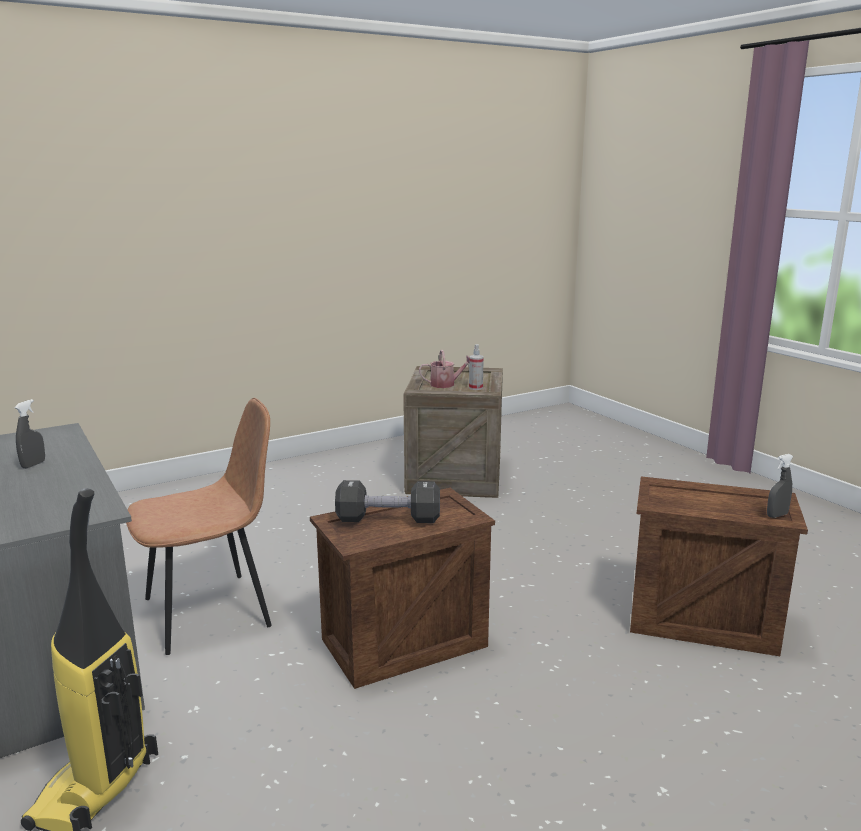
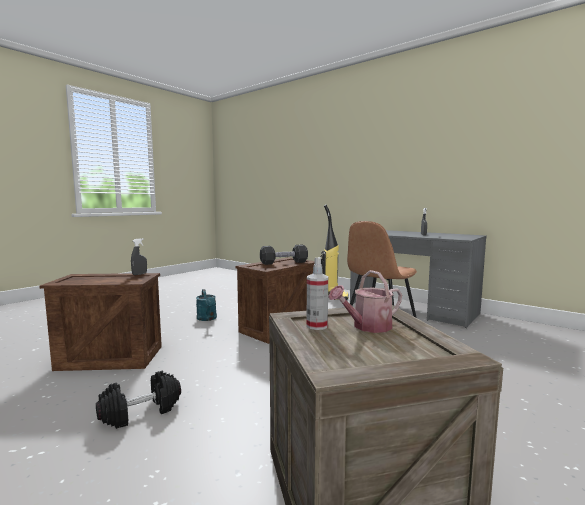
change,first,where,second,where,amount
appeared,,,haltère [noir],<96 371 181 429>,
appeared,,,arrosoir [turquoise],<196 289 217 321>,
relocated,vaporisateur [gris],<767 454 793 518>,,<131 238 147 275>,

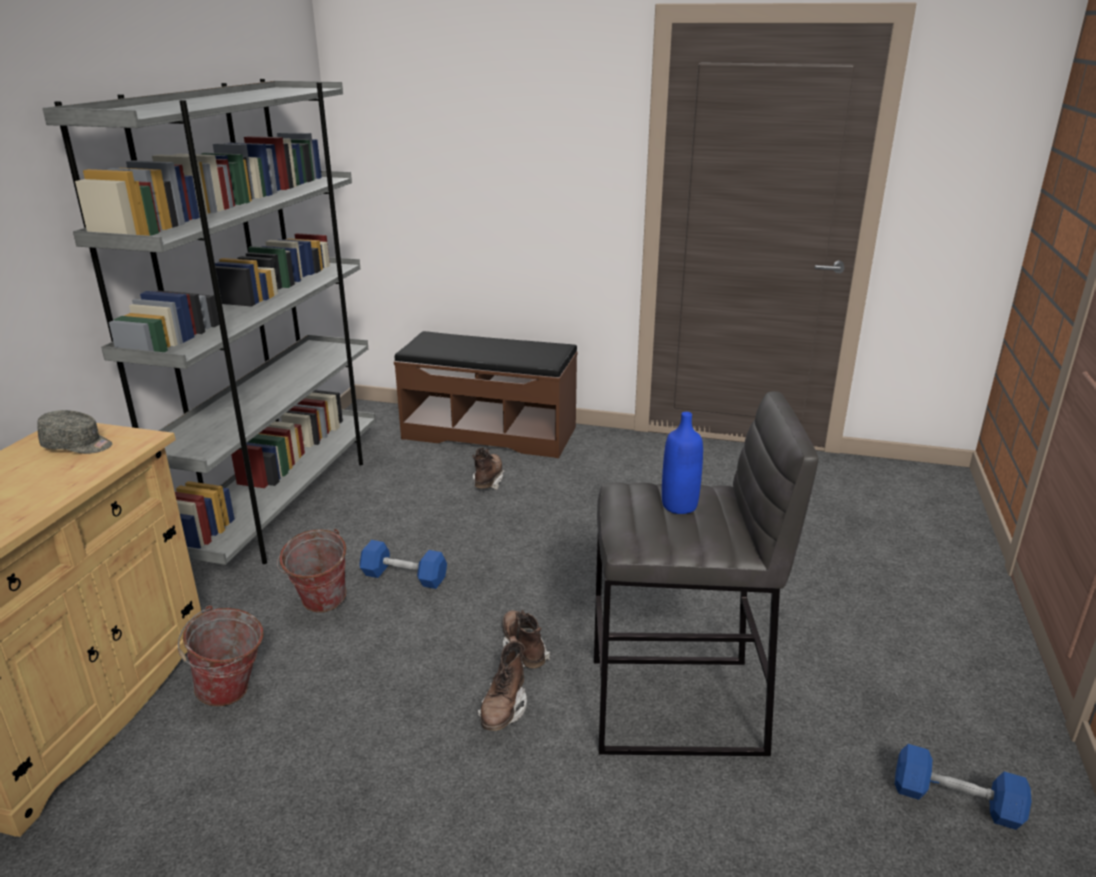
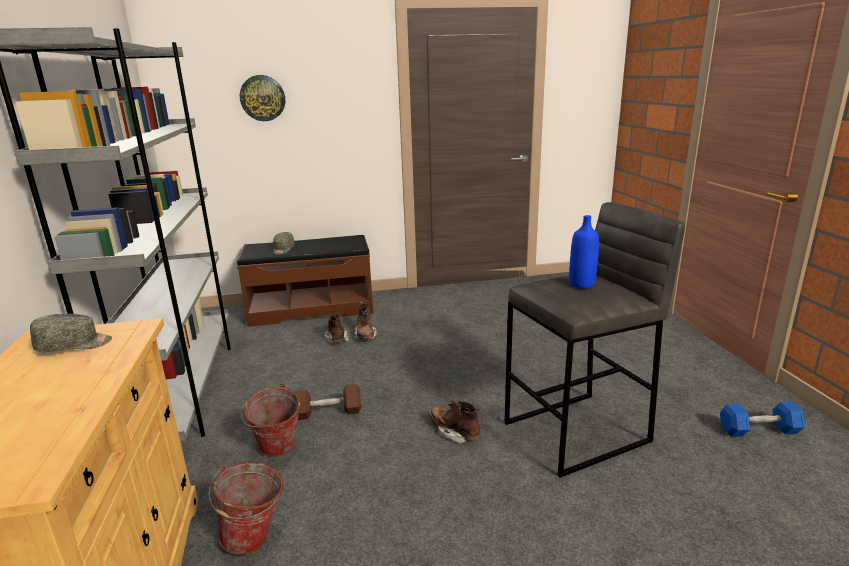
change,first,where,second,where,amount
appeared,,,horloge murale,<240 75 285 121>,
appeared,,,casquette [gris],<273 232 295 254>,
relocated,botte [marron],<477 636 527 731>,,<354 301 377 340>,
colour,haltère [bleu],<360 540 447 589>,haltère [marron],<295 384 361 420>,

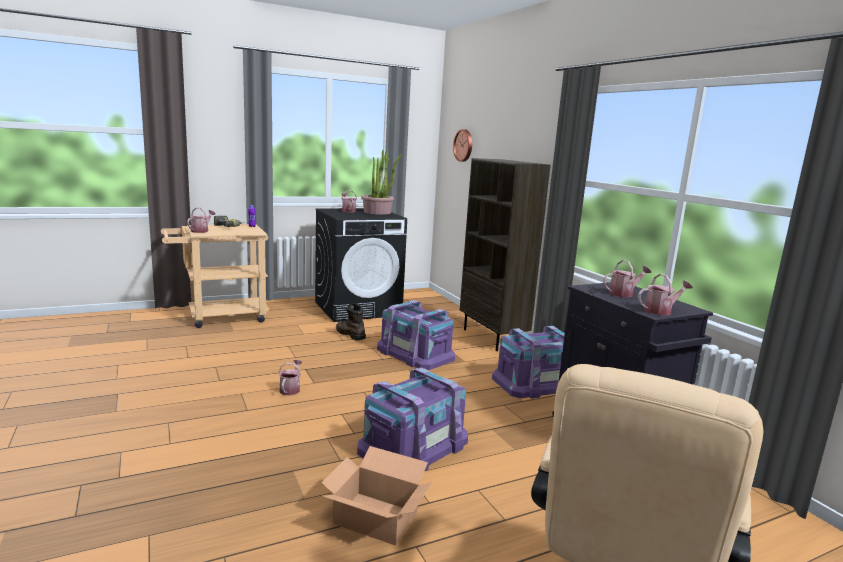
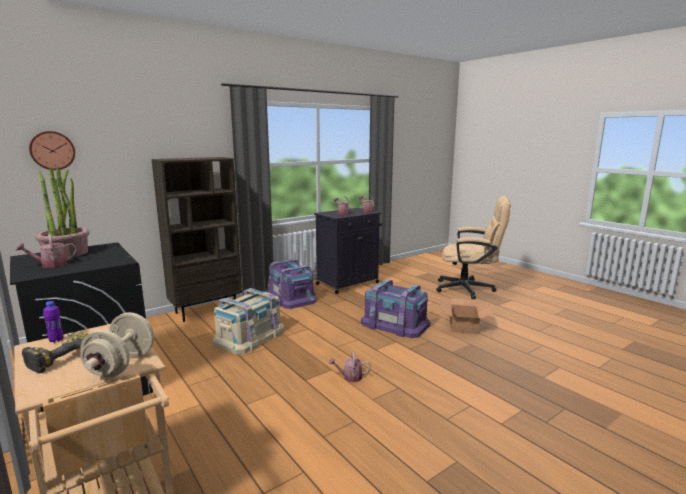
change,first,where,second,where,amount
missing,botte [marron],<336 303 366 341>,,,
exchanged,arrosoir,<187 207 215 233>,haltère [beige],<80 312 154 378>,
colour,boîte de rangement [violet],<377 300 455 370>,boîte de rangement [beige],<213 288 284 355>,

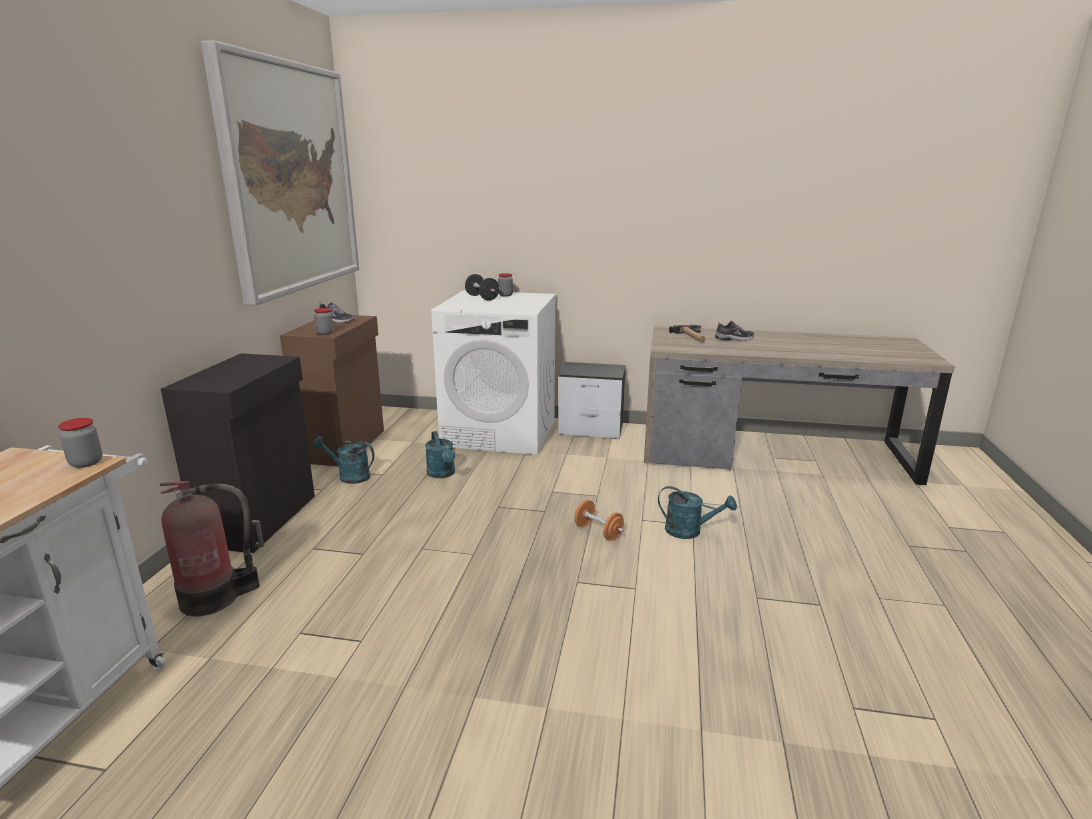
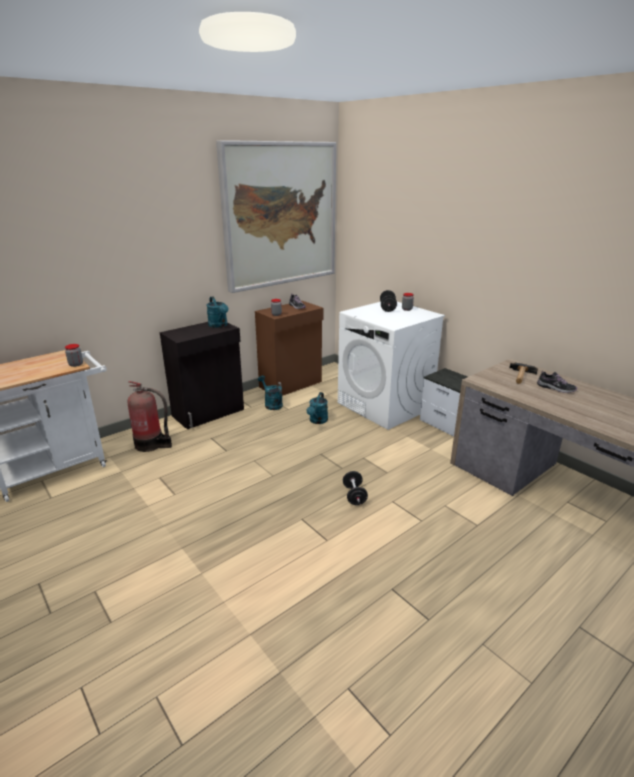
change,first,where,second,where,amount
relocated,arrosoir [turquoise],<658 486 737 539>,,<206 296 228 328>,
colour,haltère [orange],<575 500 624 541>,haltère [noir],<343 471 368 505>,

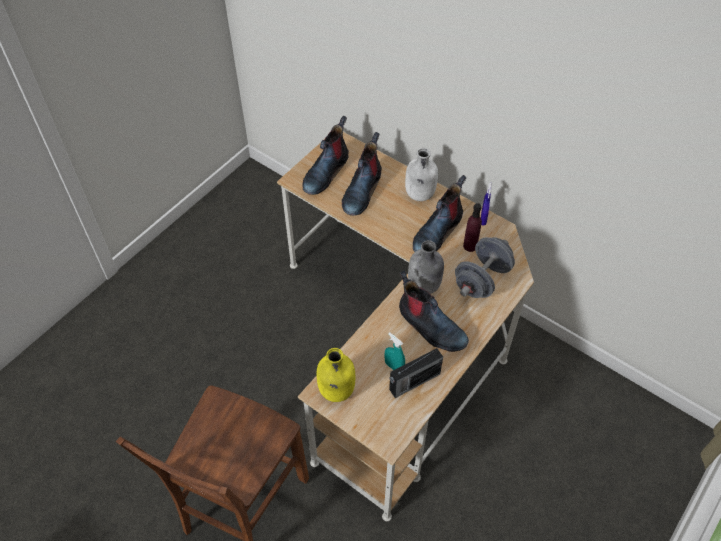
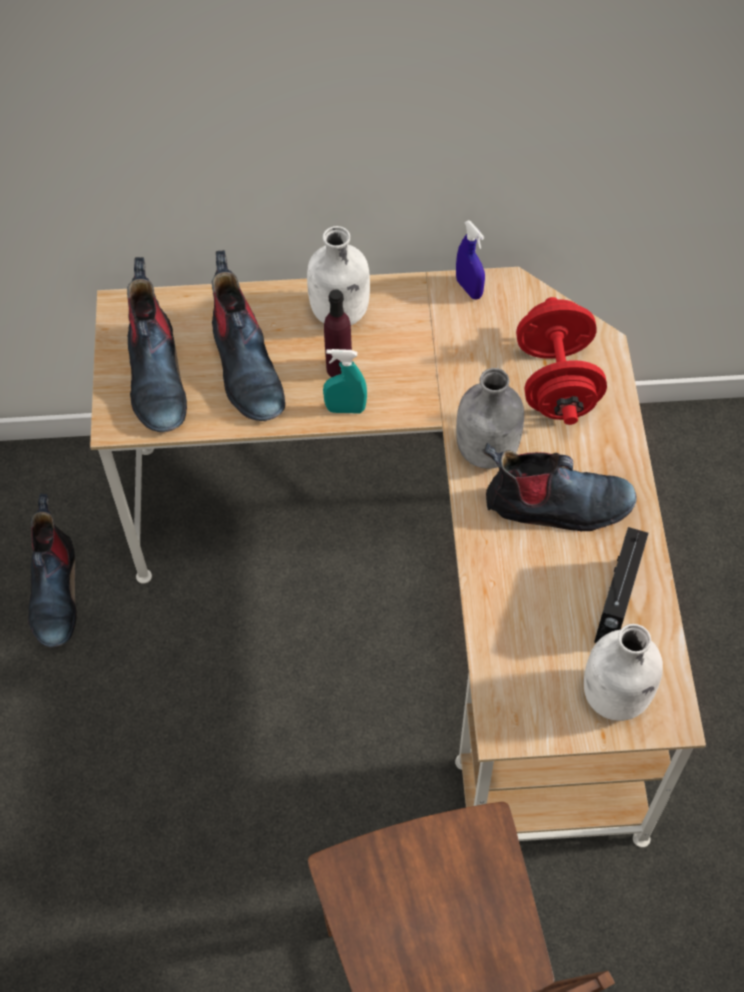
change,first,where,second,where,amount
missing,bouteille [jaune],<317 348 355 402>,,,
appeared,,,bouteille [blanc],<584 624 663 721>,
relocated,vaporisateur [turquoise],<384 332 405 370>,,<323 349 367 414>,
relocated,botte,<413 175 466 252>,,<28 493 76 647>,
relocated,bouteille [violet],<463 203 482 252>,,<324 289 352 377>,
colour,haltère [gris],<455 237 515 298>,haltère [rouge],<516 297 607 425>,

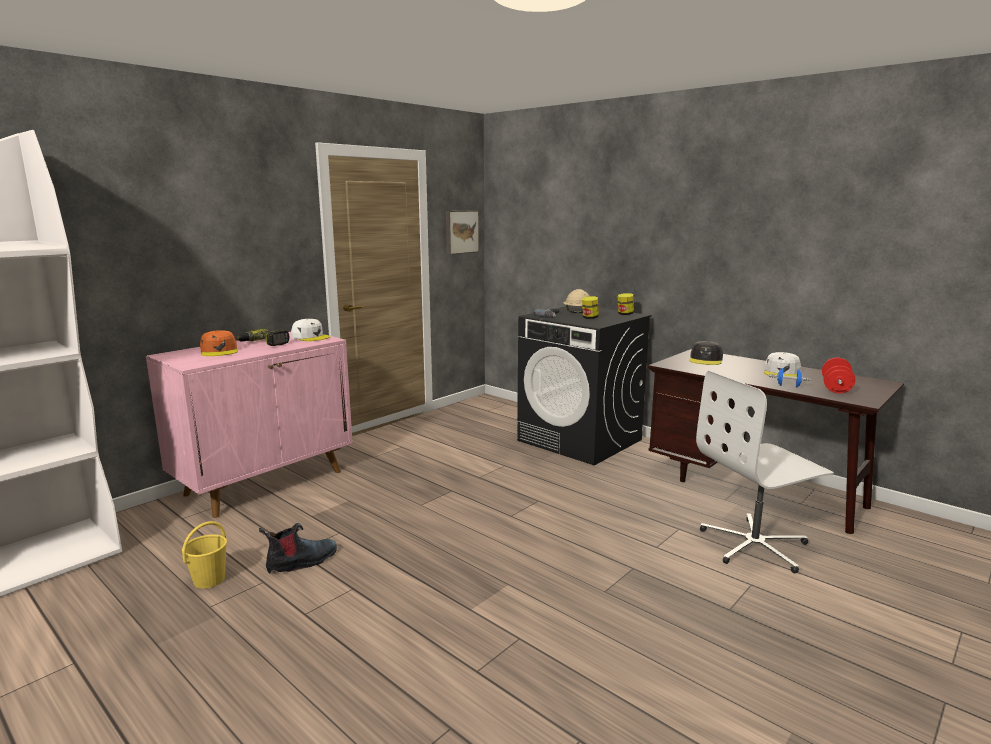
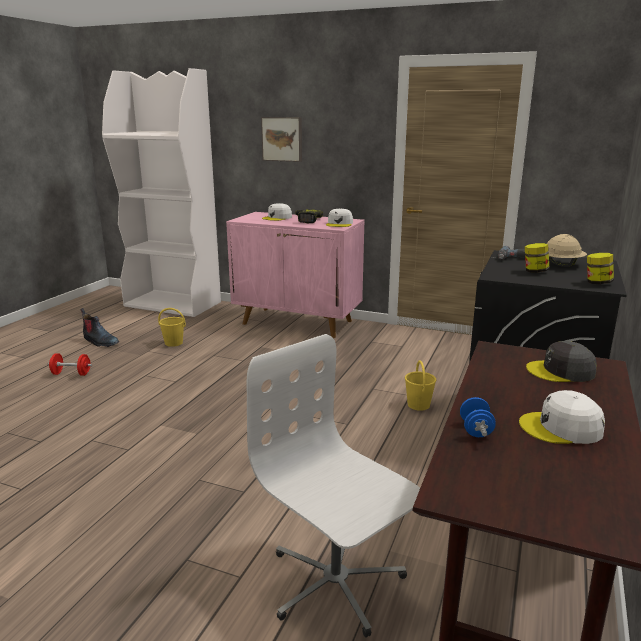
change,first,where,second,where,amount
appeared,,,seau [jaune],<405 360 436 411>,
relocated,botte,<259 523 337 574>,,<80 308 119 347>,
relocated,tableau,<446 210 479 255>,,<261 117 302 162>,
relocated,haltère [rouge],<822 358 856 393>,,<48 353 92 376>,
colour,casquette [orange],<200 330 238 356>,casquette [blanc],<262 203 292 221>,

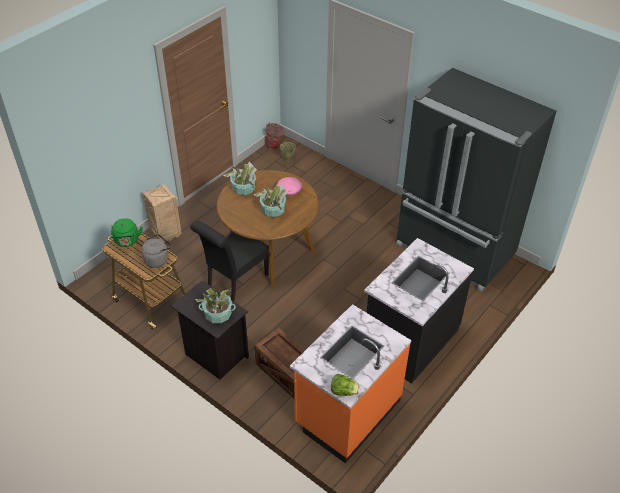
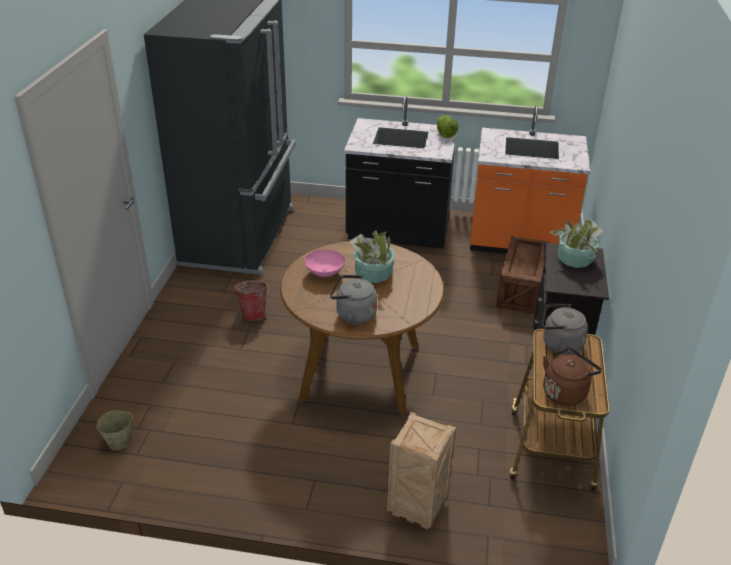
change,first,where,second,where,amount
missing,chaise [noir],<190 221 269 301>,,,
relocated,seau,<264 122 285 149>,,<234 278 270 321>,
relocated,laitue,<331 374 360 396>,,<437 115 458 138>,
exchanged,plante en pot,<223 162 257 196>,bouilloire [gris],<330 275 377 324>,
colour,bouilloire [vert],<111 218 143 247>,bouilloire [marron],<543 348 602 406>,

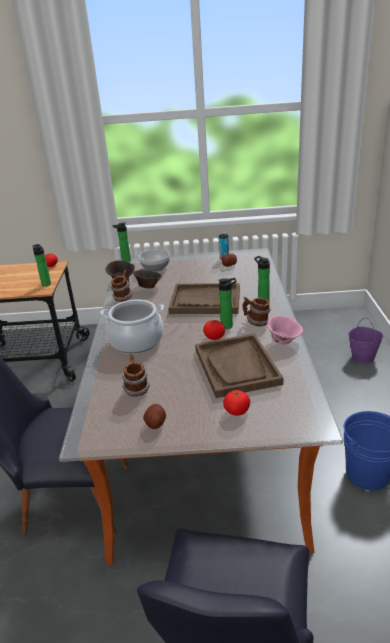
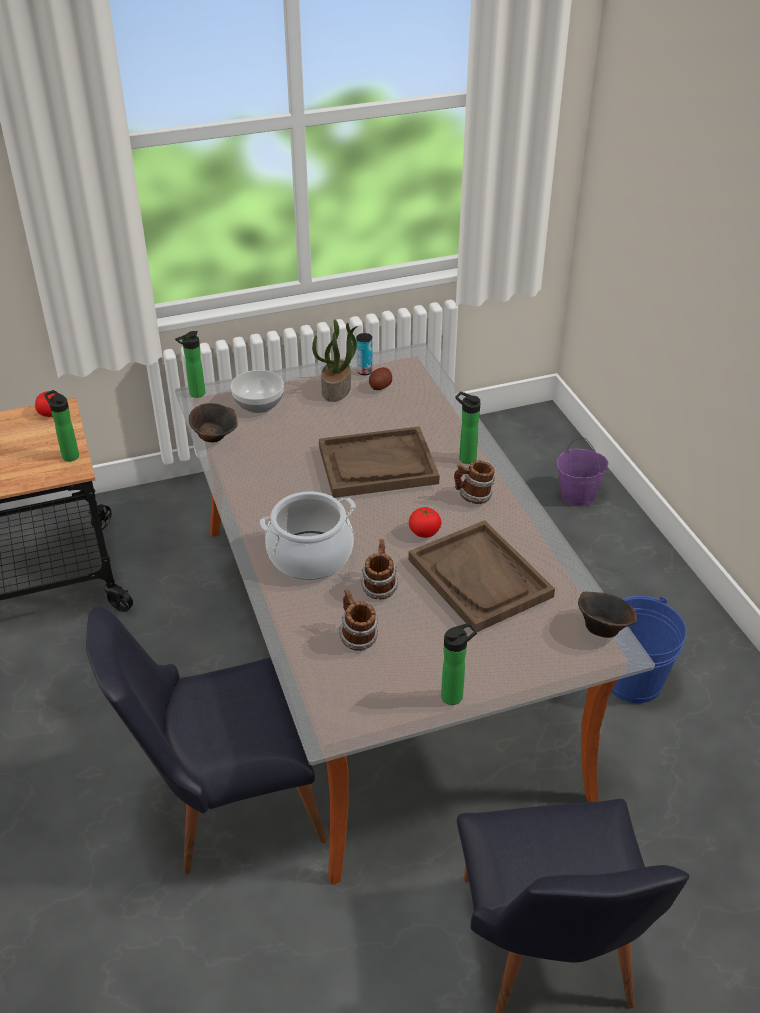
change,first,where,second,where,amount
missing,pomme de terre,<143 404 166 429>,,,
missing,tomate,<223 390 250 416>,,,
missing,bol [rose],<267 316 303 344>,,,
appeared,,,plante en pot,<312 319 358 402>,
relocated,mug,<111 270 132 302>,,<361 539 398 599>,
relocated,bol [marron],<133 269 162 288>,,<578 592 637 638>,
relocated,bouteille,<218 278 237 329>,,<441 623 477 705>,

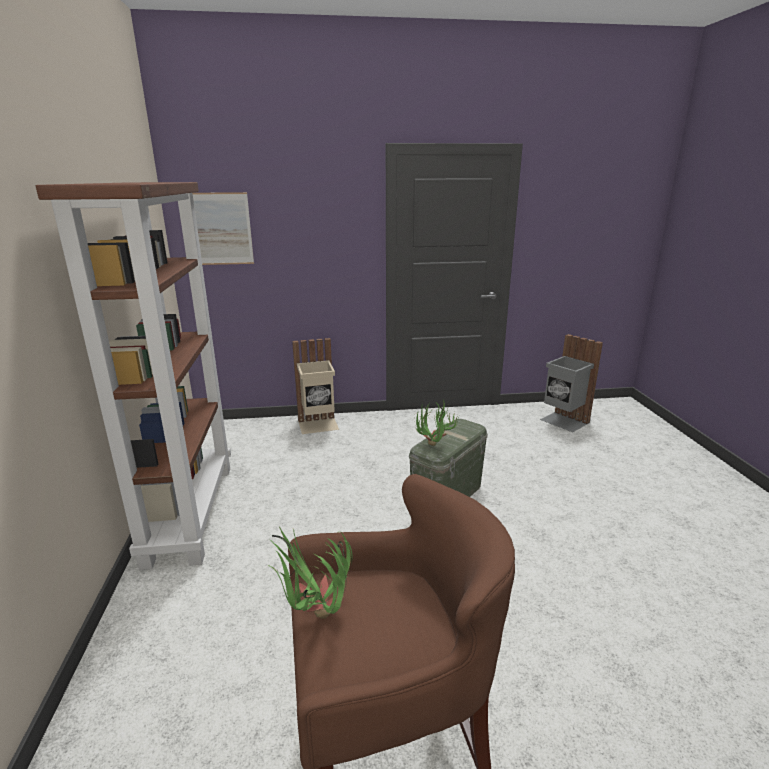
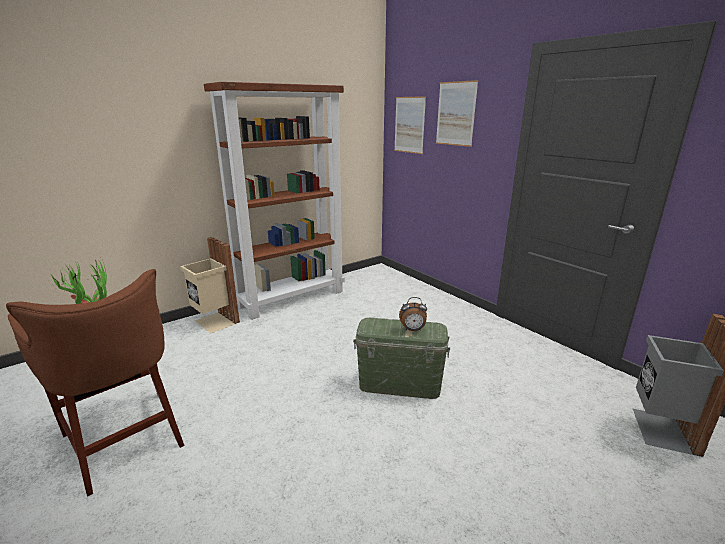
change,first,where,second,where,amount
missing,plante en pot,<414 400 460 446>,,,
appeared,,,réveil,<399 297 427 331>,
appeared,,,tableau,<436 80 478 147>,
relocated,poubelle [beige],<292 338 339 434>,,<180 237 240 333>,

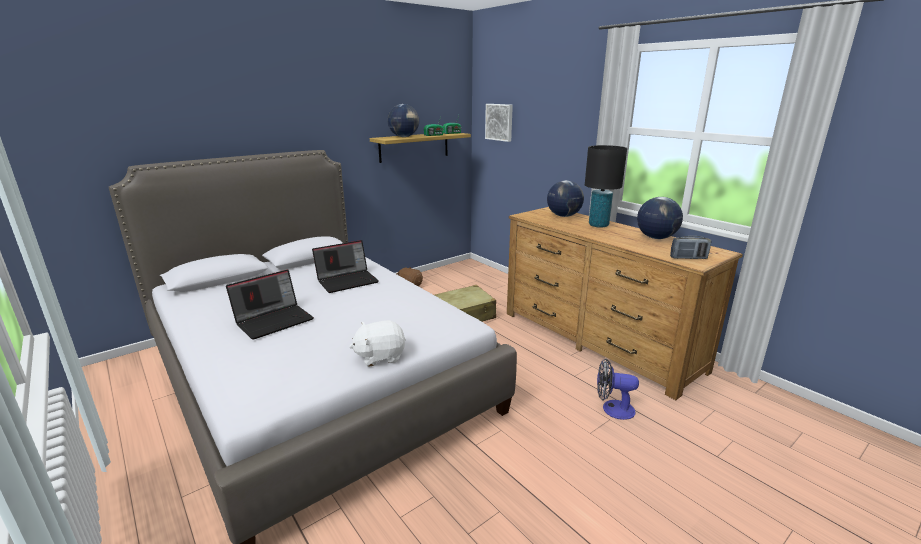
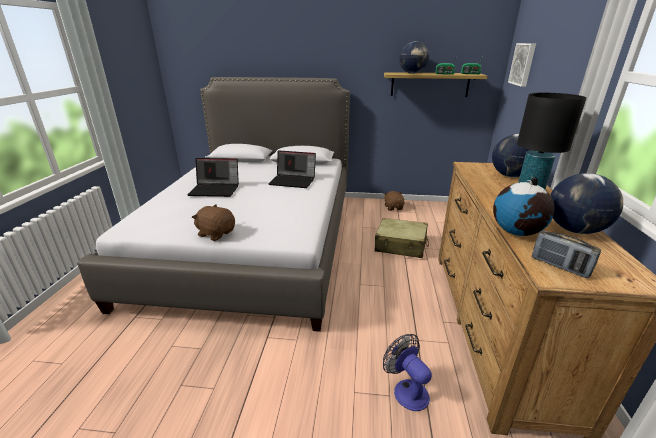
change,first,where,second,where,amount
appeared,,,globe,<493 177 555 236>,
colour,peluche [blanc],<349 320 406 367>,peluche [marron],<192 205 235 241>,

